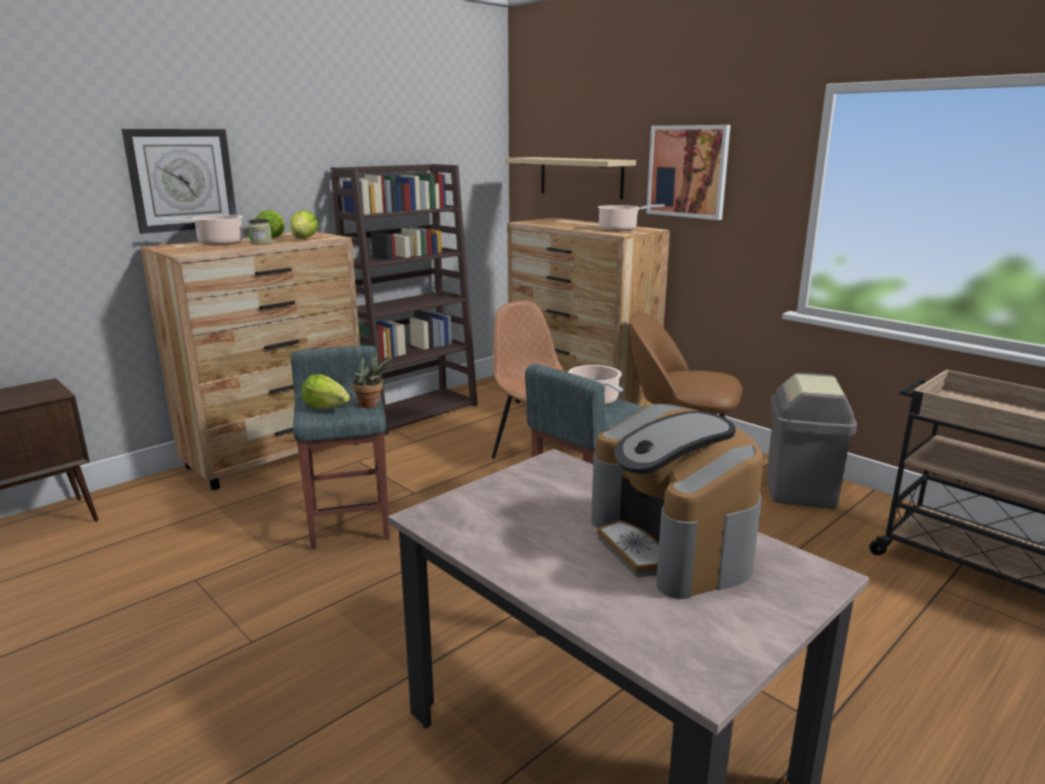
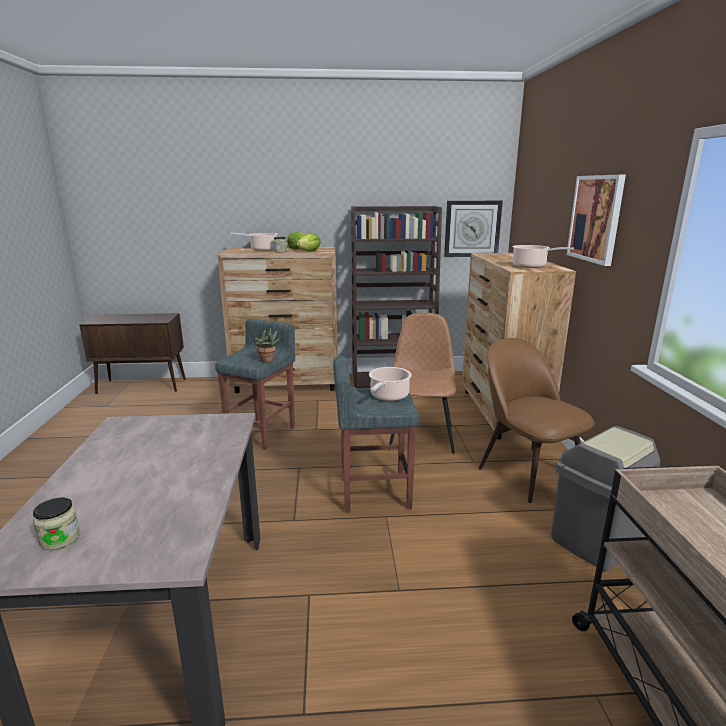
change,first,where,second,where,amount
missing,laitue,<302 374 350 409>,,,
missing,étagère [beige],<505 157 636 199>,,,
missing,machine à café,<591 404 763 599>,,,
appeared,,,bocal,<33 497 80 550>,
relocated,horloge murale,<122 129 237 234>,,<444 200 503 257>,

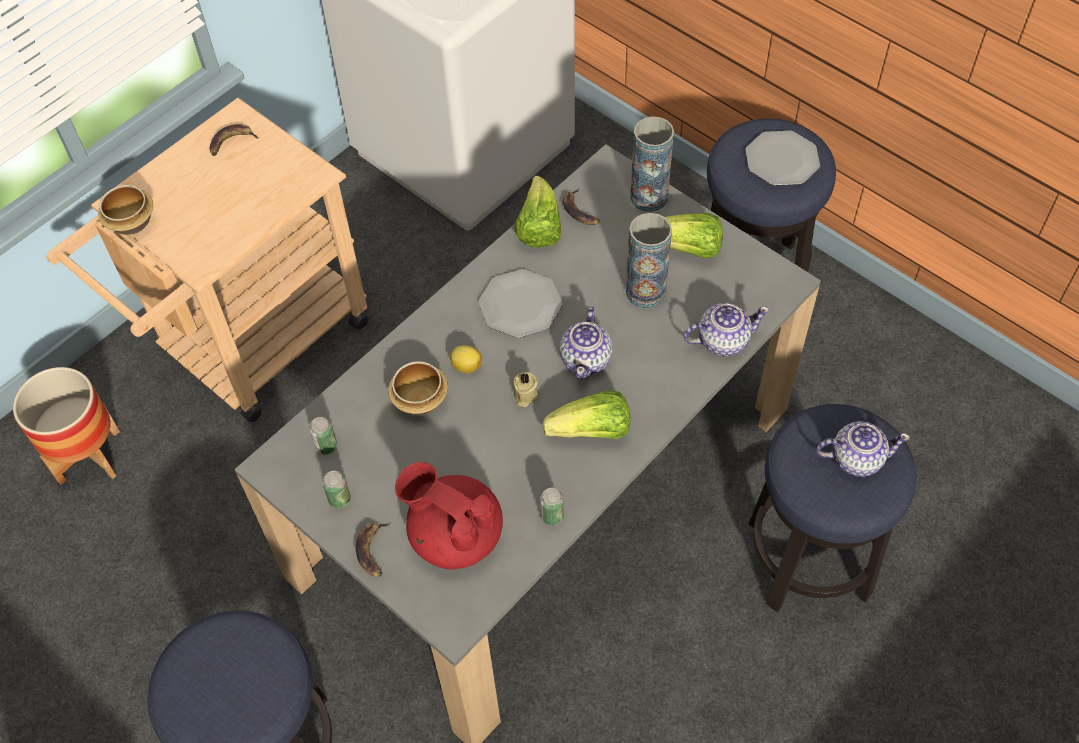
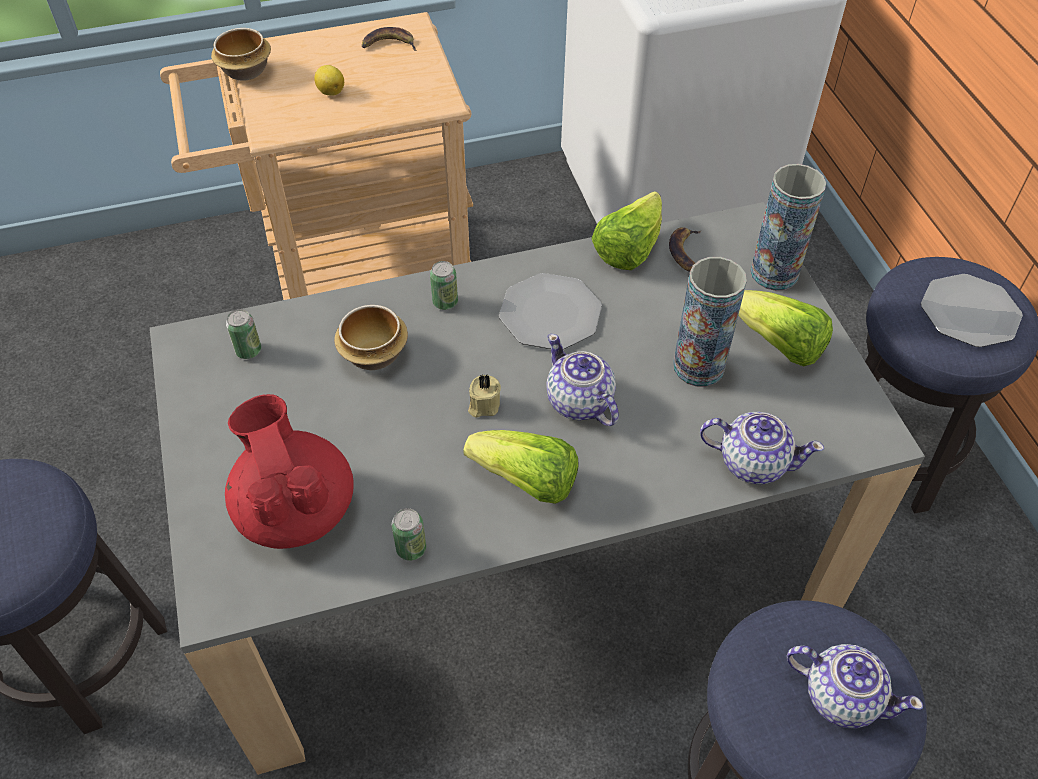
change,first,where,second,where,amount
missing,cache-pot,<13 367 120 484>,,,
missing,banane,<356 522 391 576>,,,
relocated,boîte métallique,<322 471 351 508>,,<430 261 458 310>,
relocated,citron,<449 345 482 373>,,<314 65 344 96>,
spun,théière,<560 307 613 380>,,<546 334 619 426>,105 degrees clockwise

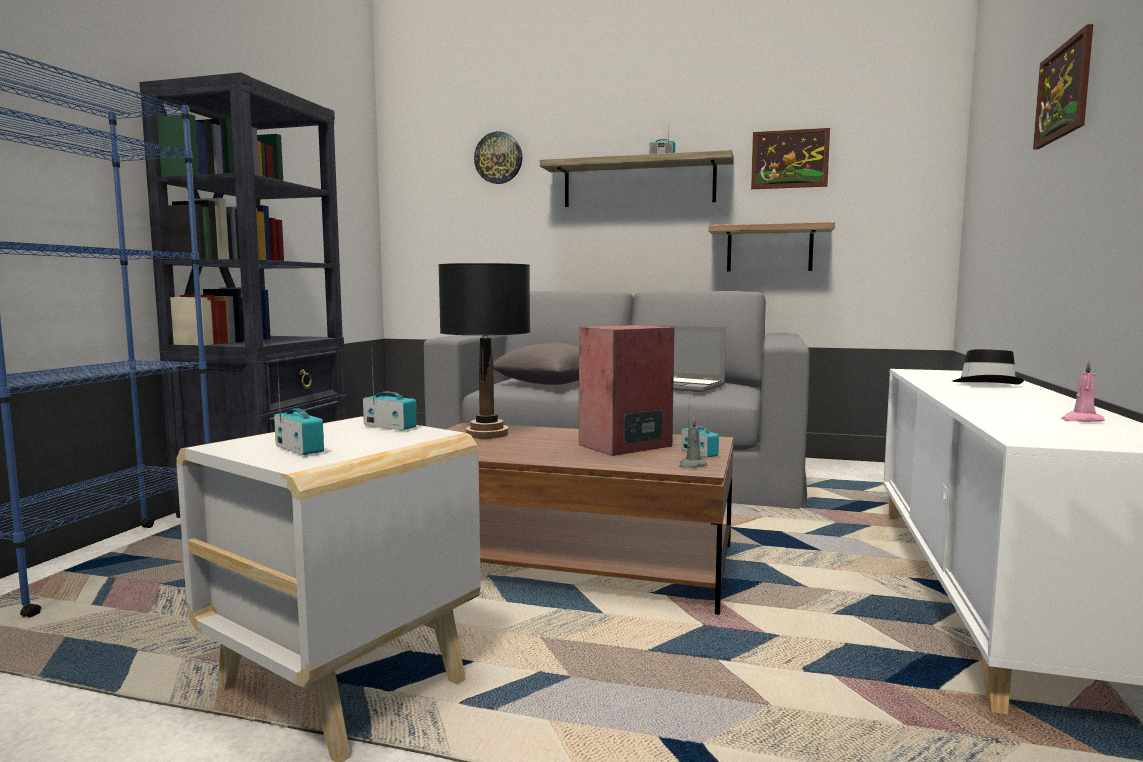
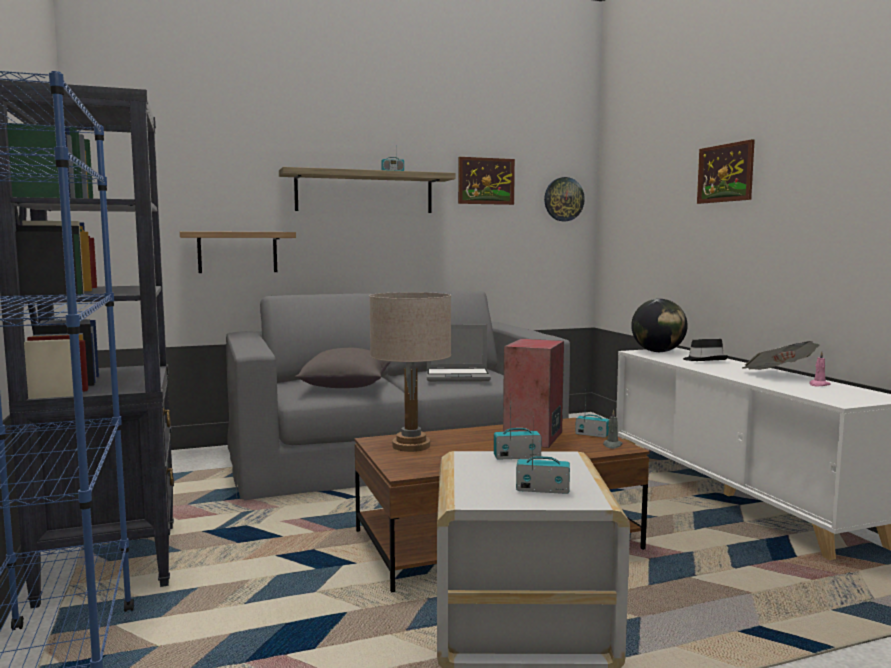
change,first,where,second,where,amount
appeared,,,globe,<631 299 688 352>,
appeared,,,journal,<742 341 819 370>,
relocated,horloge murale,<474 131 522 184>,,<544 177 585 221>,
relocated,étagère,<709 222 835 271>,,<180 231 296 273>,
colour,lampe de table [noir],<438 263 530 439>,lampe de table [beige],<369 292 451 452>,

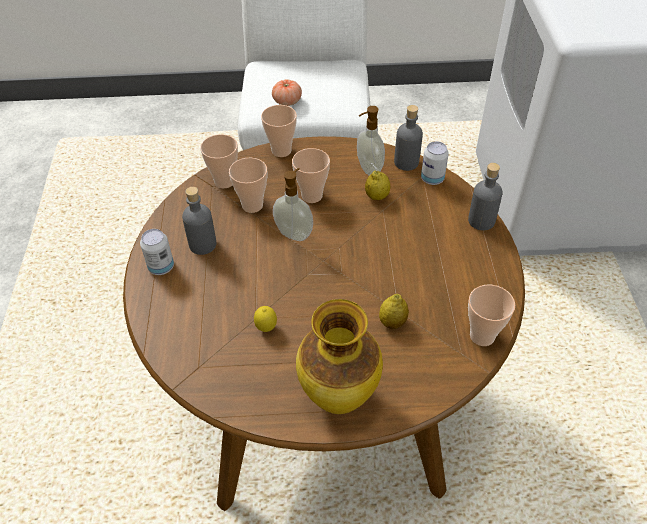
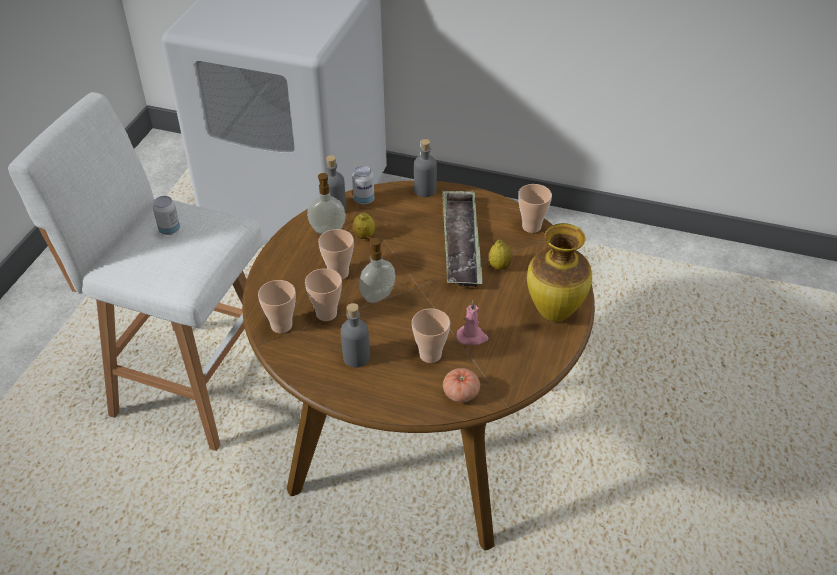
change,first,where,second,where,amount
appeared,,,plateau,<442 190 483 287>,
relocated,boîte métallique,<140 229 174 275>,,<153 196 180 235>,
relocated,tasse,<261 105 297 157>,,<412 308 450 363>,
relocated,tomate,<272 80 302 106>,,<443 368 480 403>,
exchanged,citron,<254 306 277 332>,bougie [rose],<456 300 489 345>,

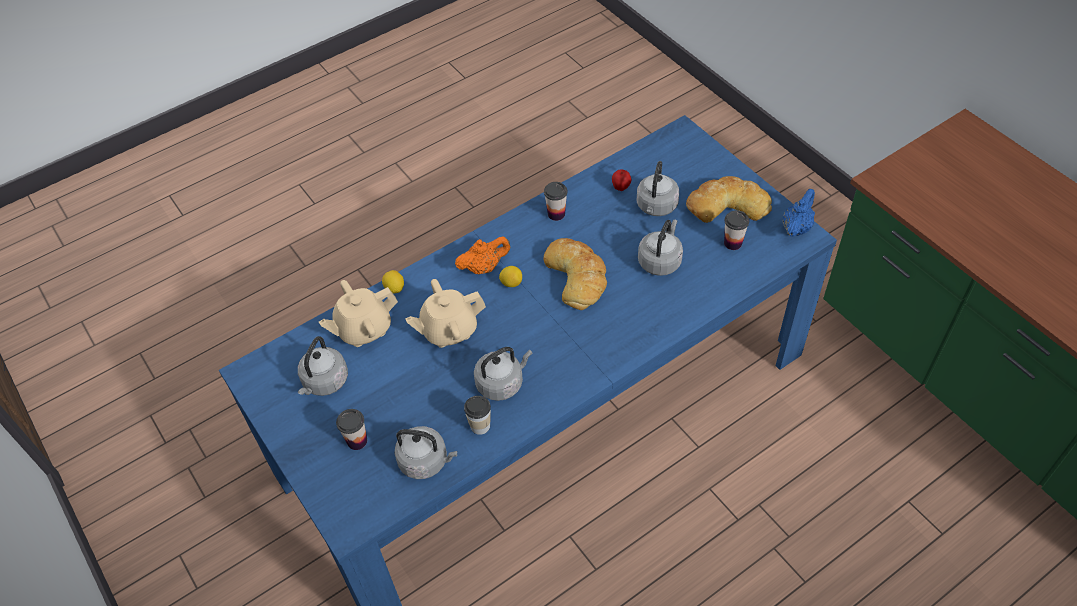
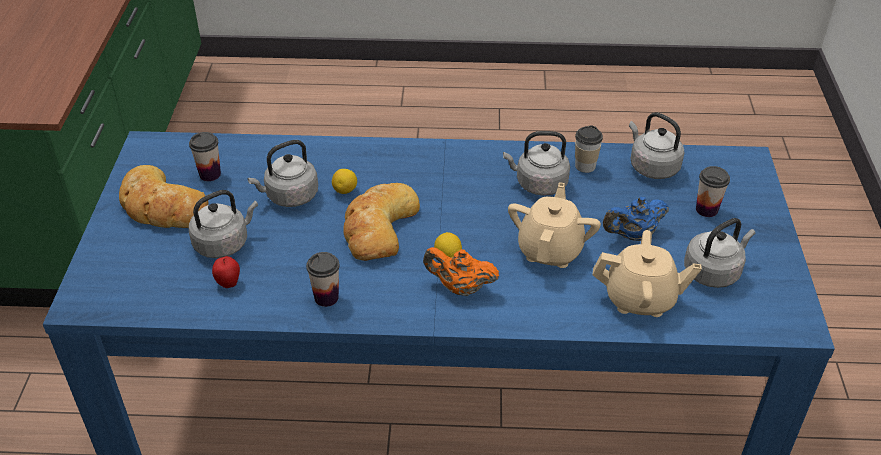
change,first,where,second,where,amount
relocated,citron,<382 270 404 294>,,<332 169 357 194>,
relocated,théière [bleu],<783 189 815 237>,,<603 197 669 241>,
spun,théière [beige],<405 279 486 348>,,<508 182 601 268>,90 degrees counterclockwise

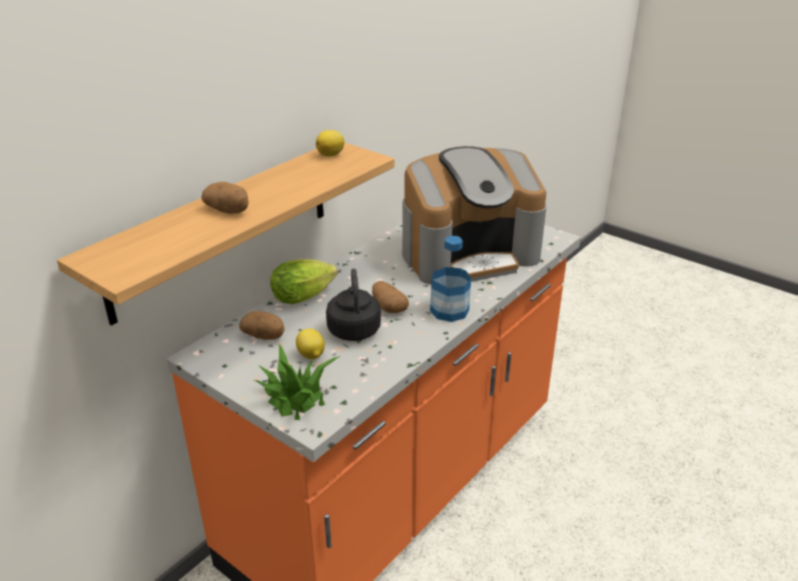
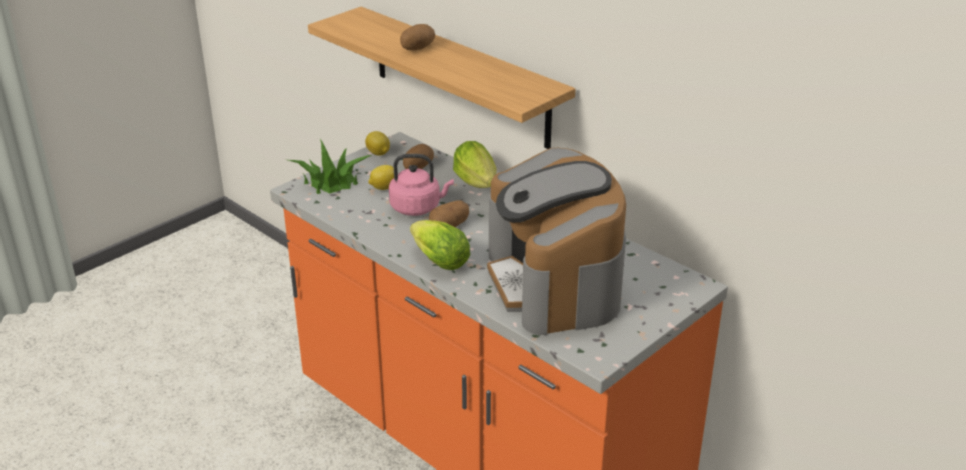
change,first,where,second,where,amount
relocated,citron,<316 130 344 157>,,<365 131 390 156>,
exchanged,bouteille,<430 236 471 322>,laitue,<410 220 470 270>,
colour,bouilloire [noir],<326 269 381 341>,bouilloire [rose],<389 154 454 216>,

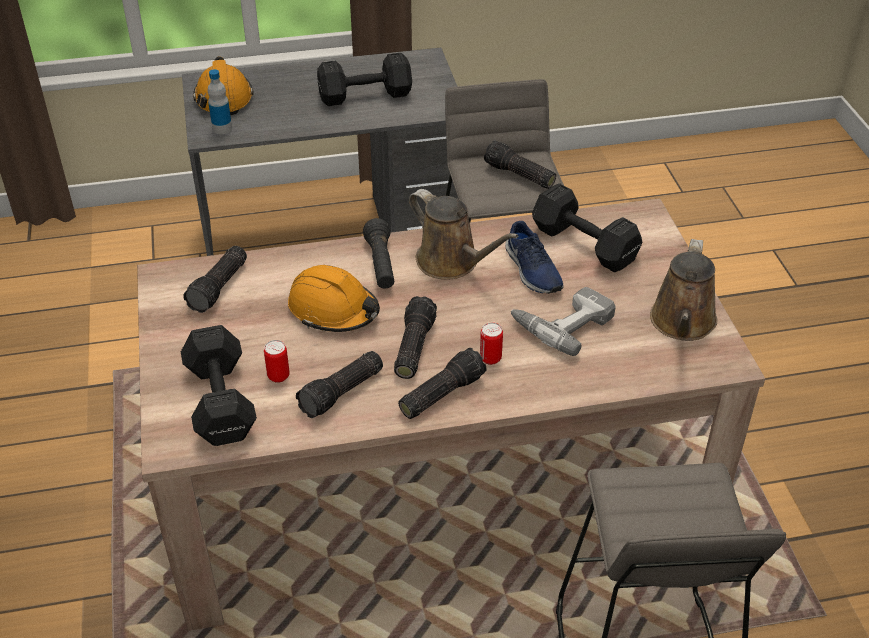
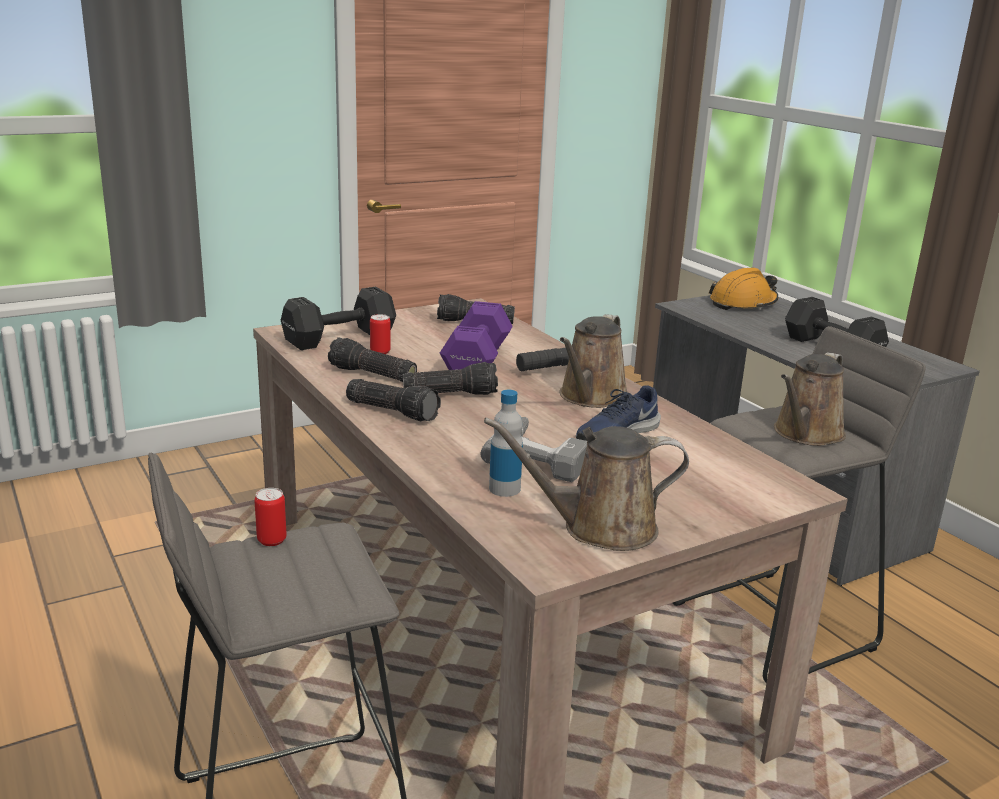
change,first,where,second,where,amount
missing,haltère [noir],<532 183 643 272>,,,
relocated,bouteille,<208 69 232 134>,,<489 390 523 497>,
relocated,boîte métallique,<480 323 503 365>,,<254 488 286 546>,
exchanged,casque de chantier [orange],<288 265 380 332>,haltère [violet],<440 301 513 370>,
exchanged,lampe de poche,<484 140 556 189>,arrosoir [marron],<774 352 846 446>,

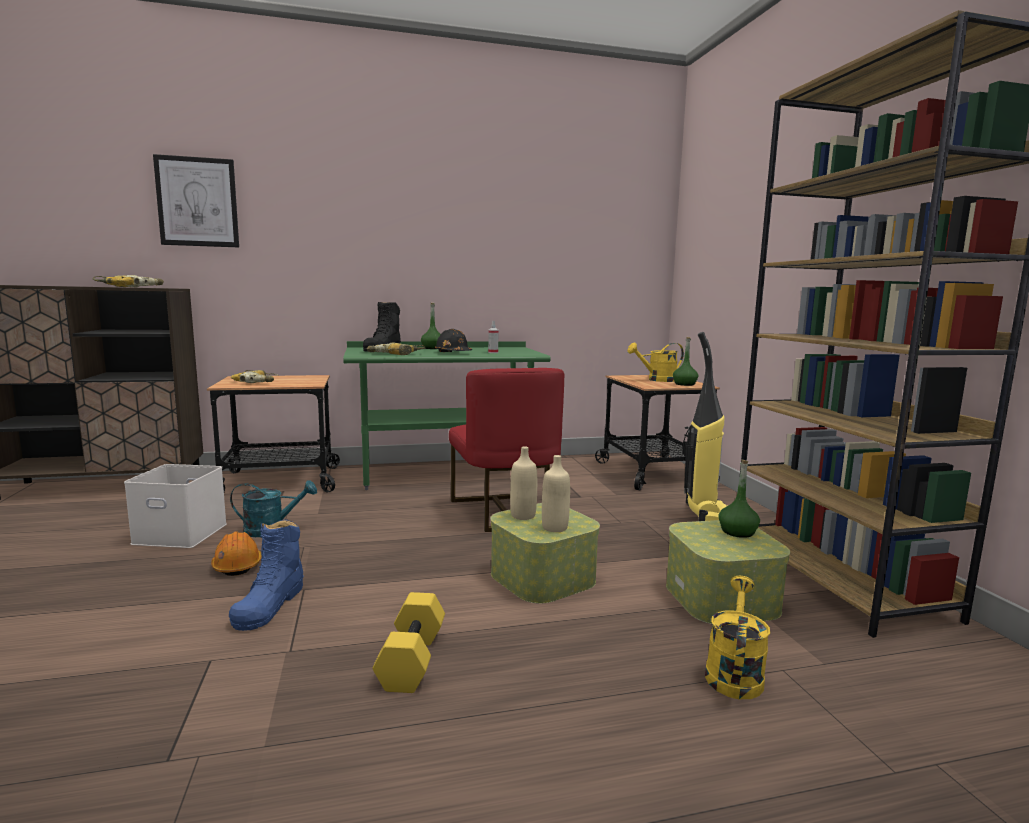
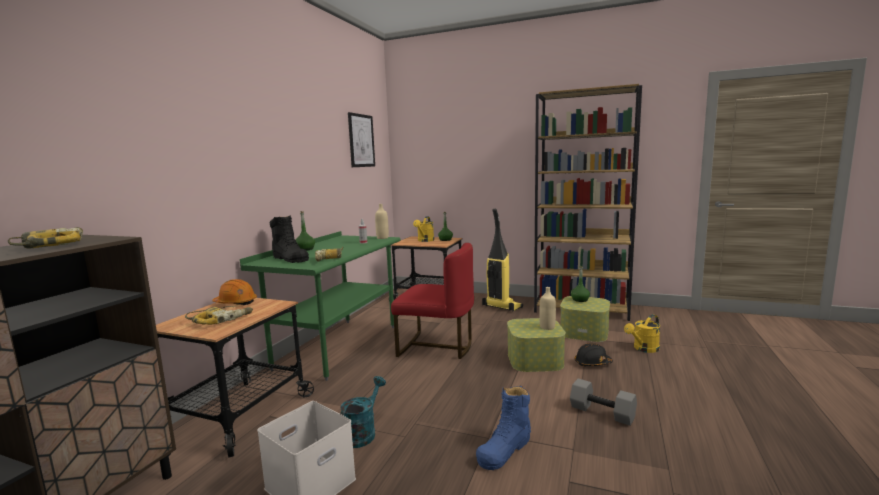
change,first,where,second,where,amount
relocated,tableau,<153 154 239 247>,,<348 112 375 167>,
relocated,casque de chantier [orange],<211 531 262 576>,,<212 279 257 305>,
relocated,casque de chantier [noir],<435 329 472 352>,,<574 343 613 366>,
relocated,bouteille [beige],<510 447 537 520>,,<375 204 389 239>,
colour,haltère [jaune],<372 592 445 693>,haltère [gris],<570 379 637 426>,
spun,botte [bleu],<229 520 304 631>,,<476 386 531 470>,90 degrees clockwise
spun,arrosoir [jaune],<705 576 770 699>,,<624 314 660 353>,90 degrees counterclockwise

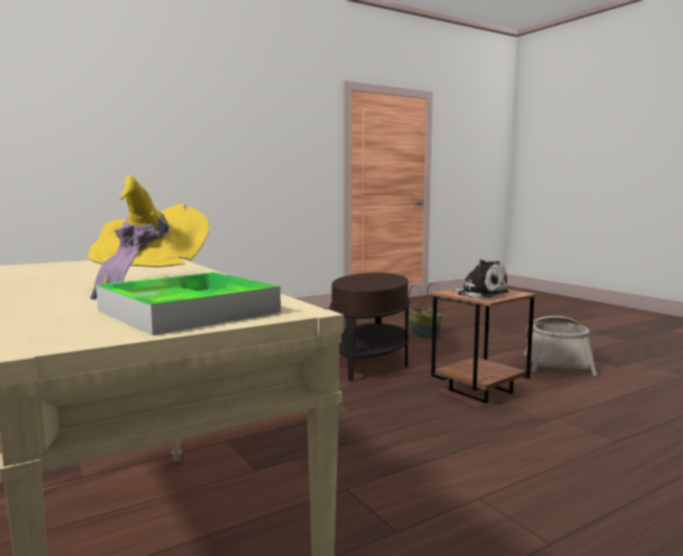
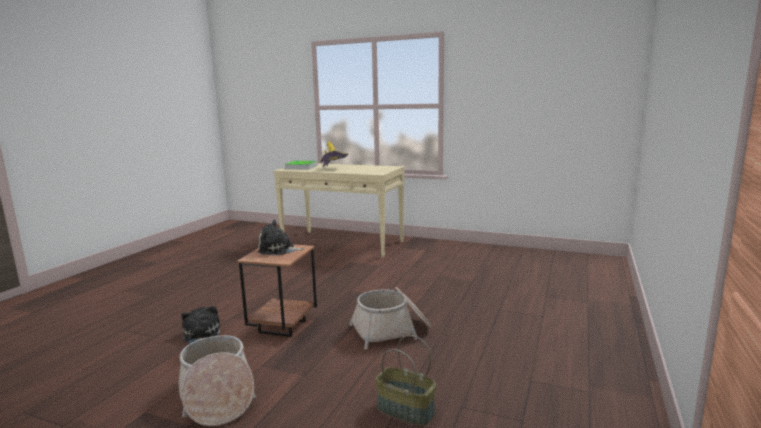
change,first,where,second,where,amount
appeared,,,peluche,<181 306 220 343>,
exchanged,table d'appoint [marron],<330 273 410 381>,panier,<349 287 432 349>,

